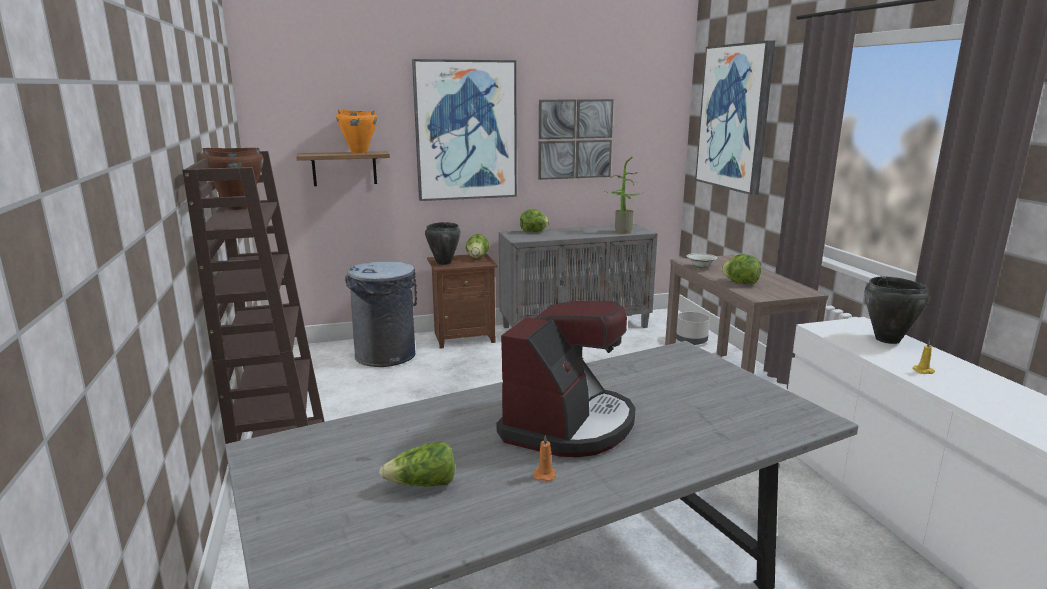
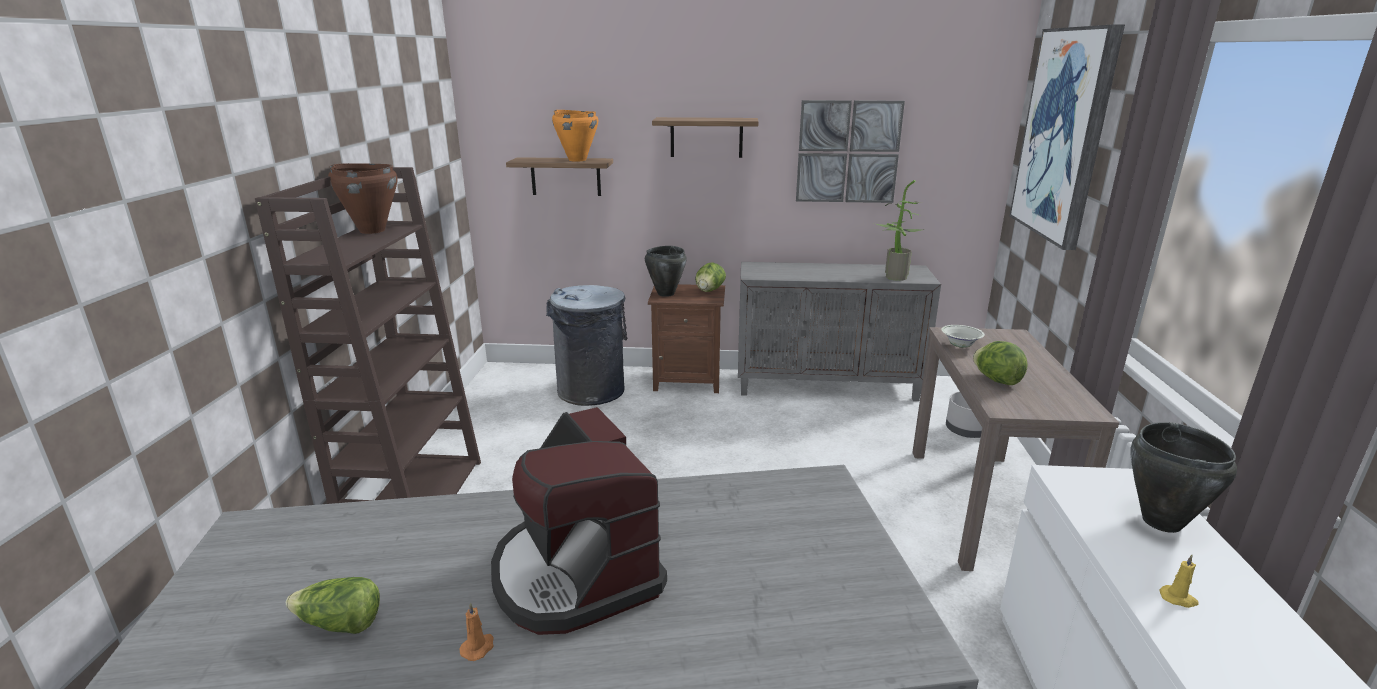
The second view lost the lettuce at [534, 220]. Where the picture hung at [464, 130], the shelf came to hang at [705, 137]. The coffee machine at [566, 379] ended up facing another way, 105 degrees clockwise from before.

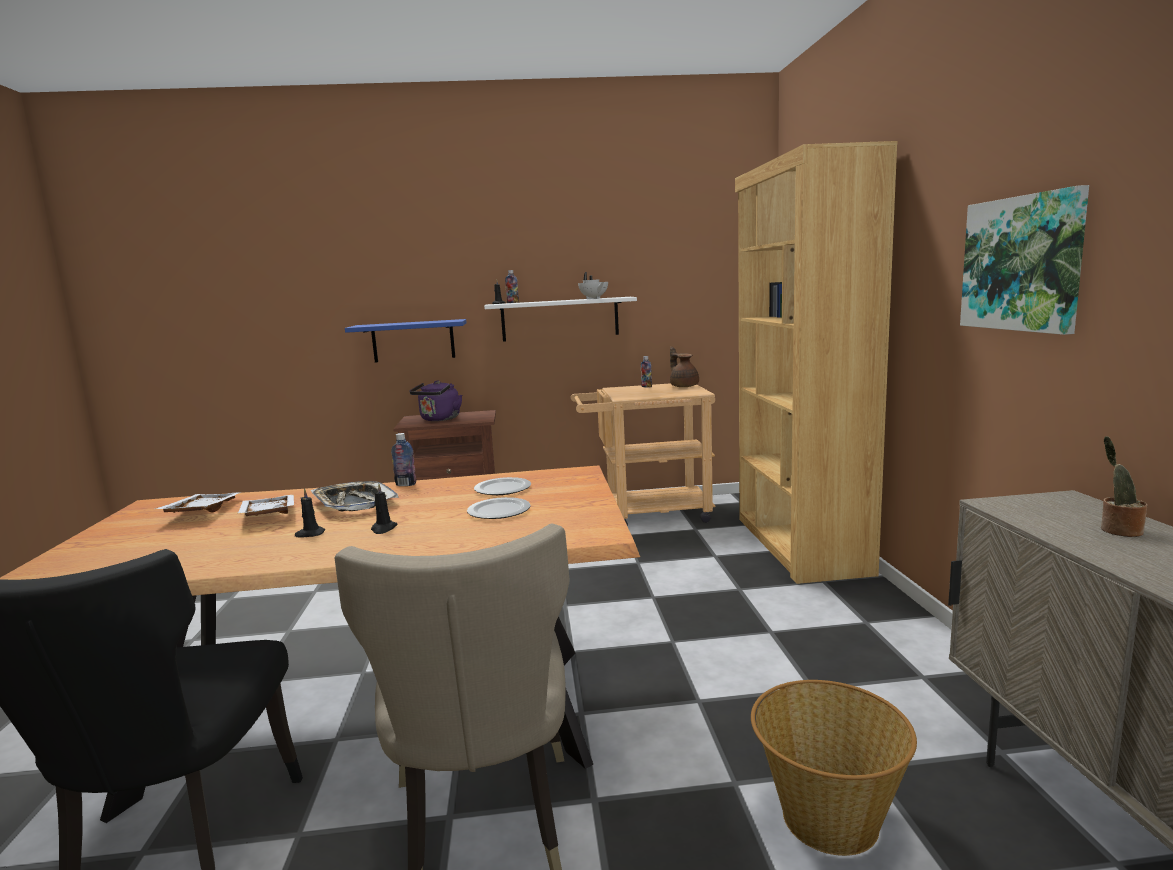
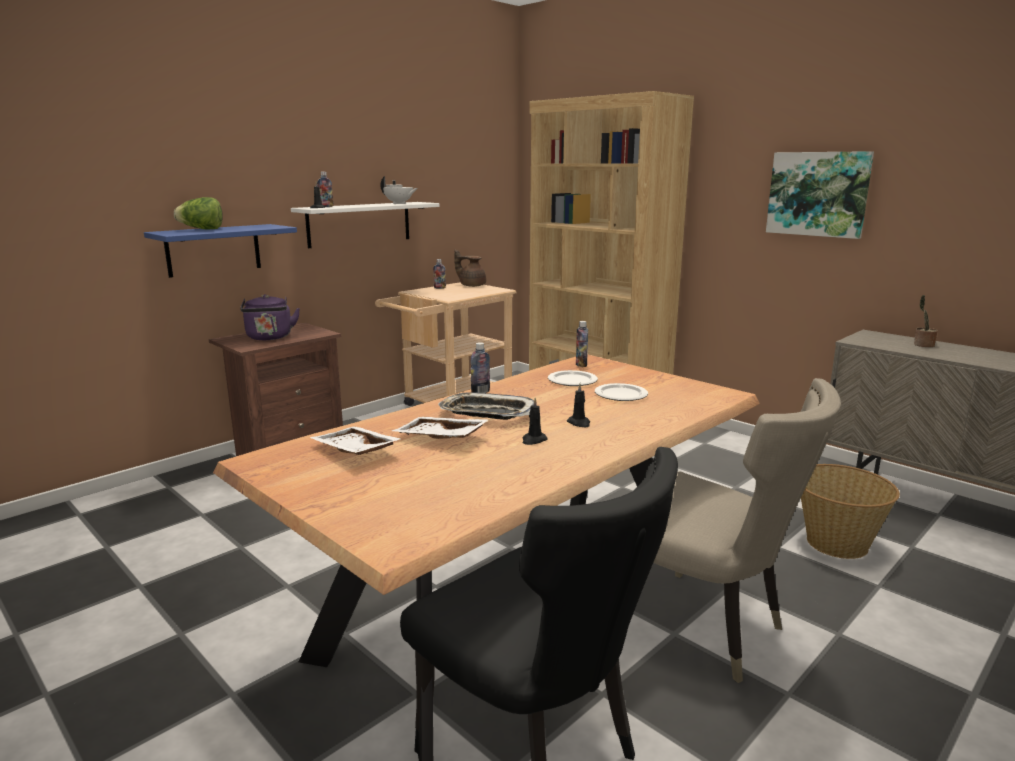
The second view gained the lettuce at [198, 213]. The second view gained the bottle at [582, 344].

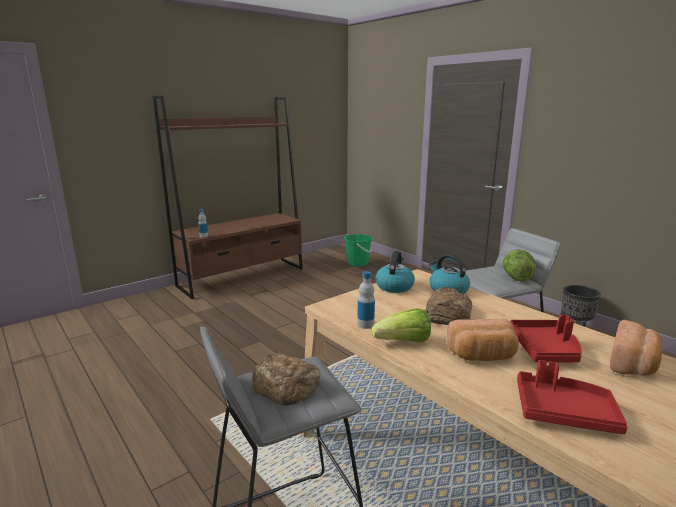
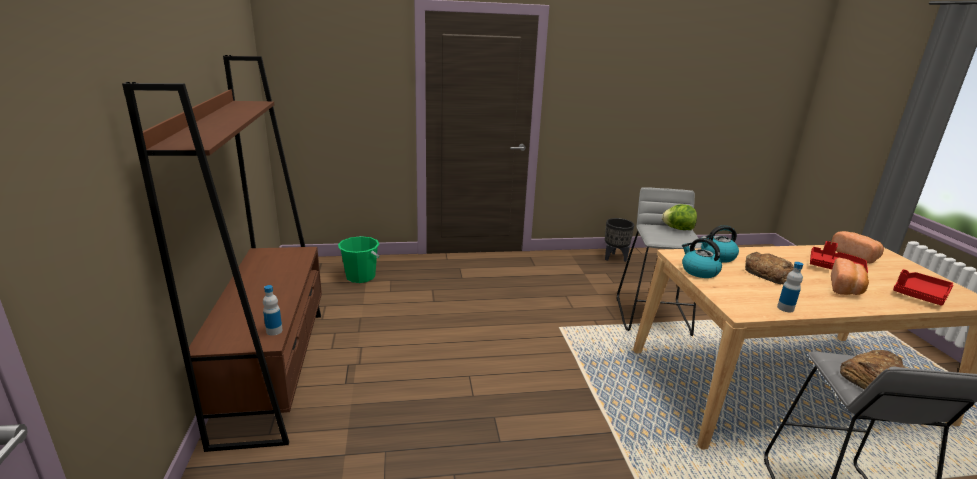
The second view lost the lettuce at [401, 325].

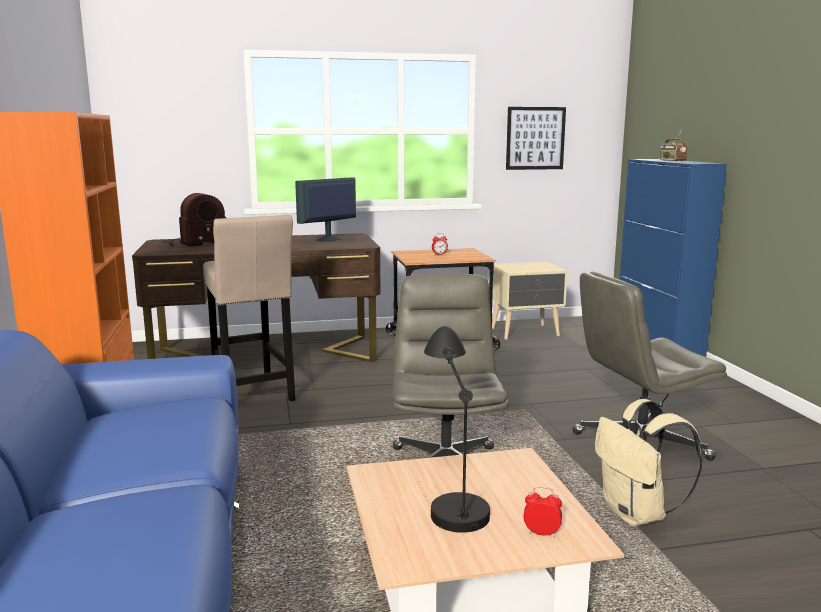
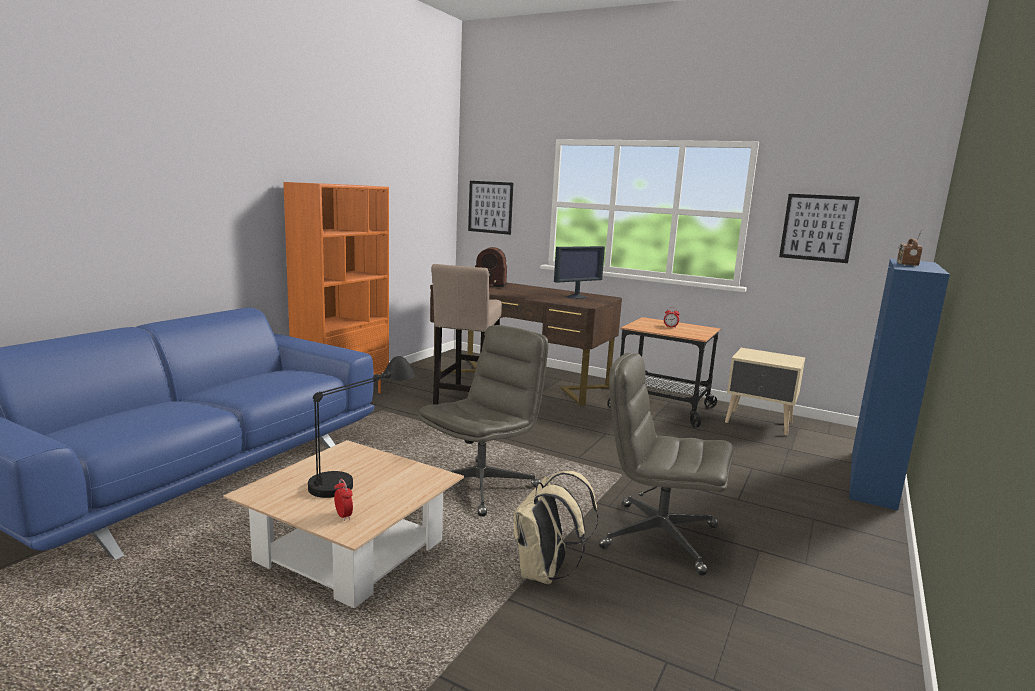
The second view gained the picture at [490, 208]. The monitor at [325, 209] ended up facing another way, 150 degrees clockwise from before.

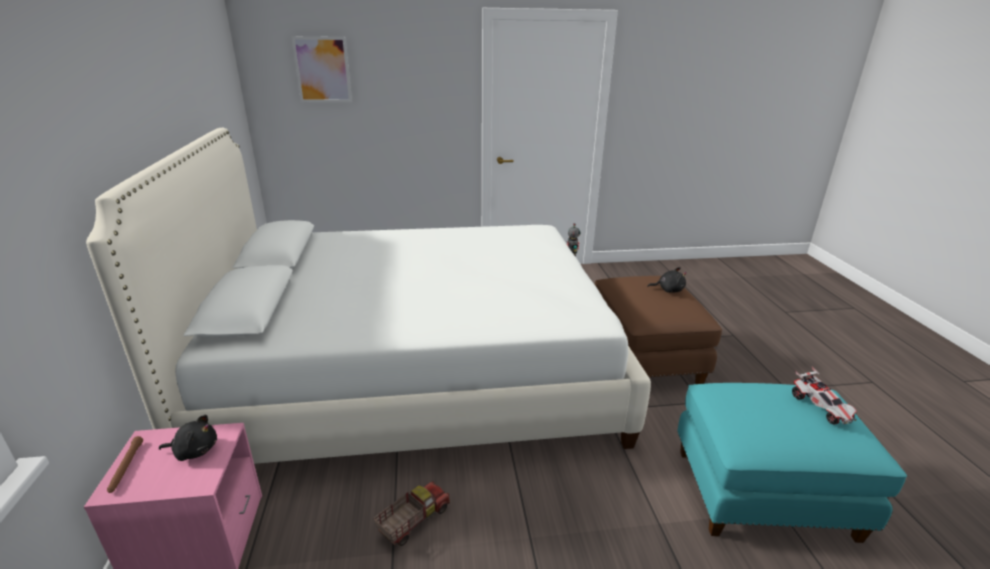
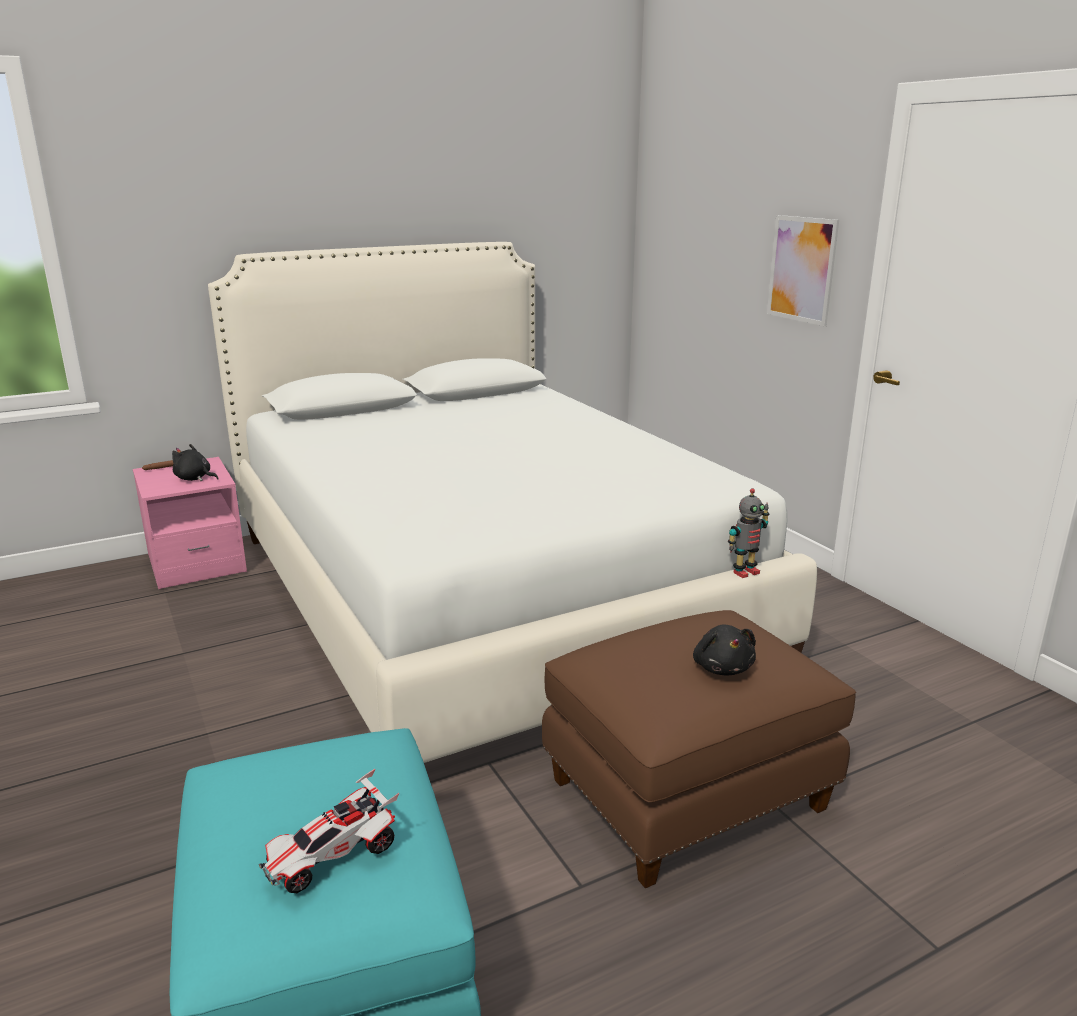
The second view lost the toy truck at [411, 513]. The picture ended up elsewhere, having gone from [321, 69] to [803, 270]. The plush toy (black) at [188, 438] ended up facing another way, 135 degrees clockwise from before.

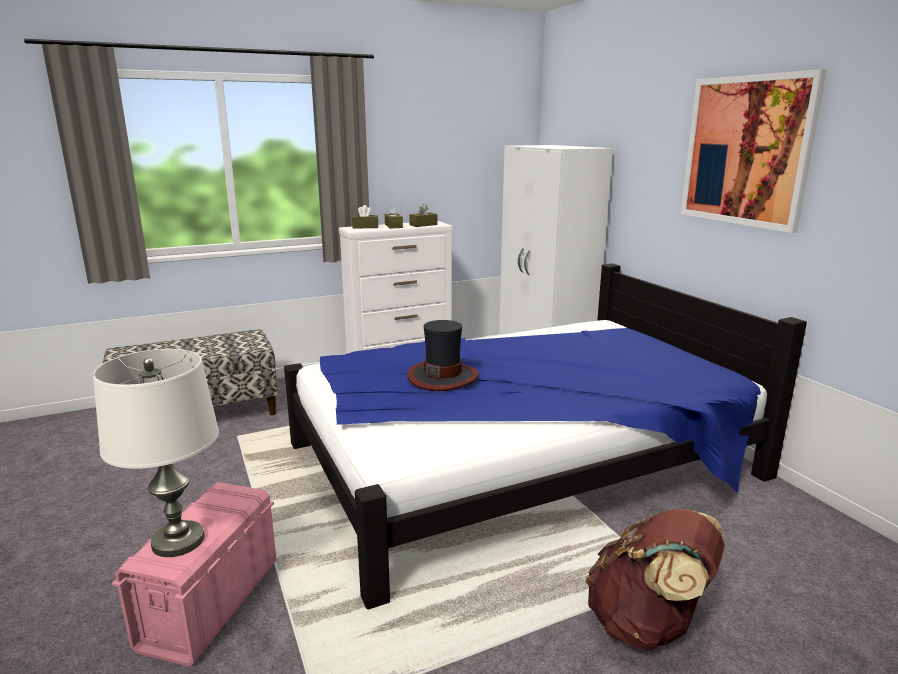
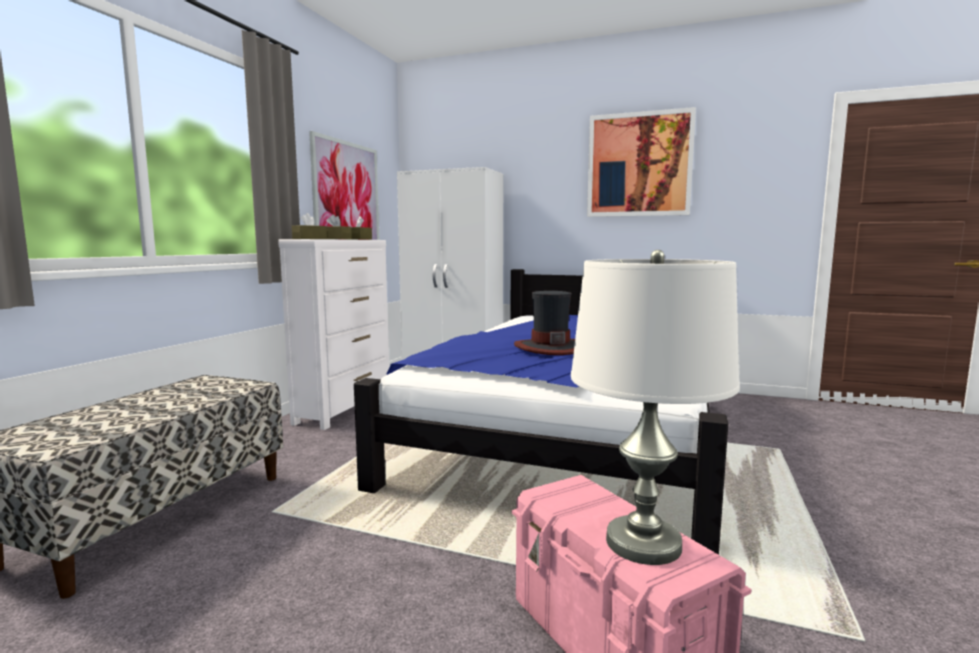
The second view lost the backpack (brown) at [655, 580]. The second view gained the picture at [344, 185].

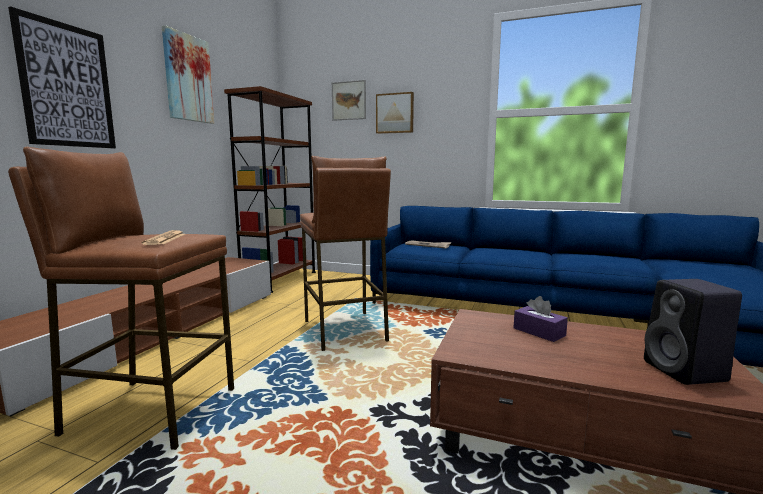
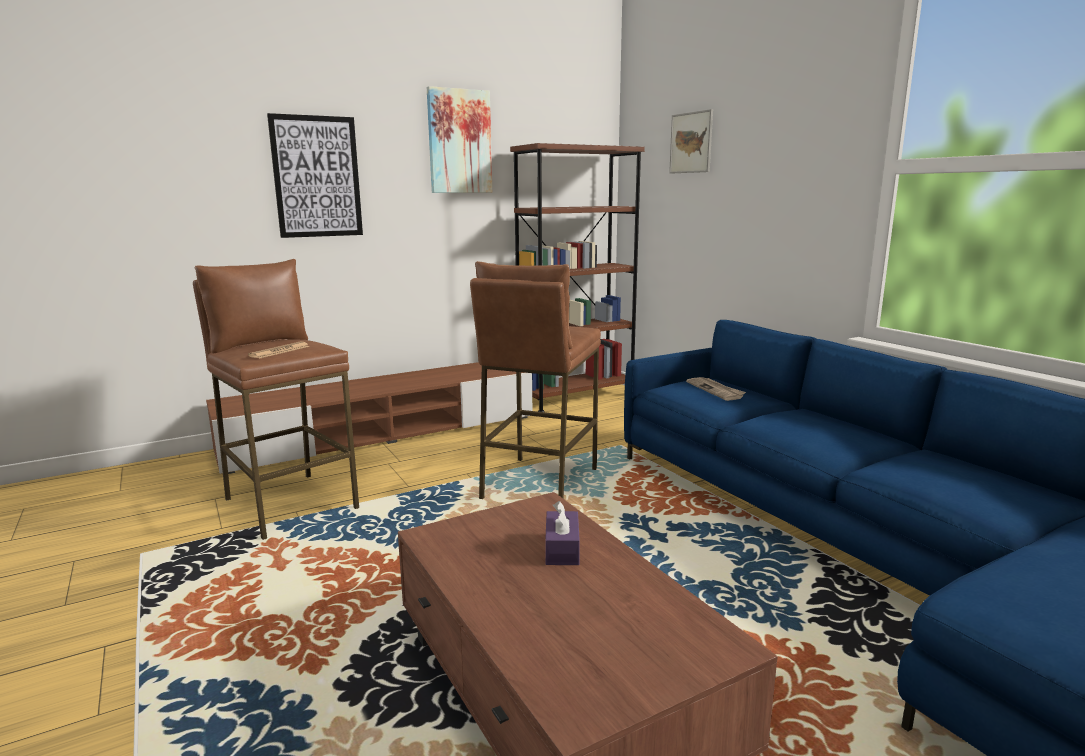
The second view lost the picture at [395, 113]. The second view lost the speaker (black) at [693, 332].

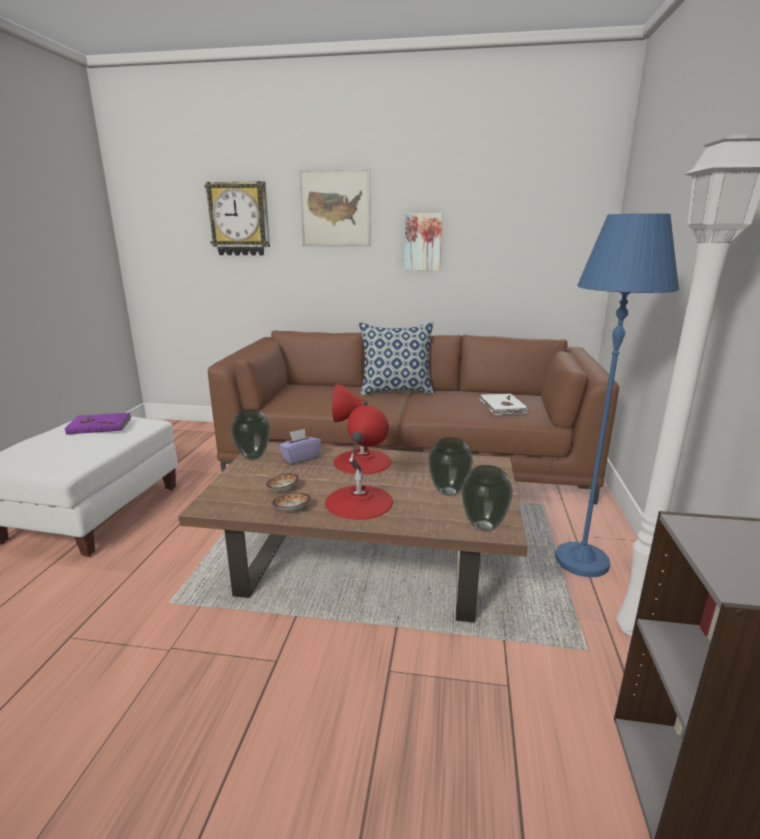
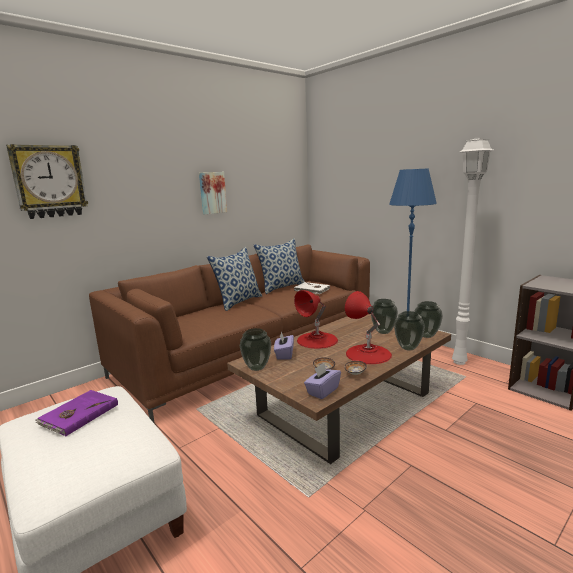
The second view lost the picture at [334, 207]. The second view gained the pillow at [279, 266]. The second view gained the tissue box (purple) at [322, 381]. The second view gained the vase at [409, 331].

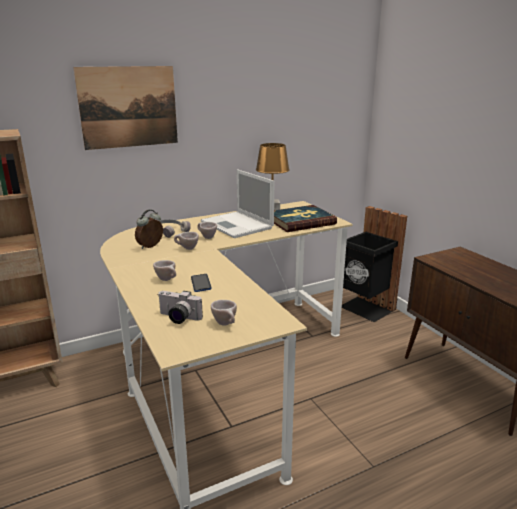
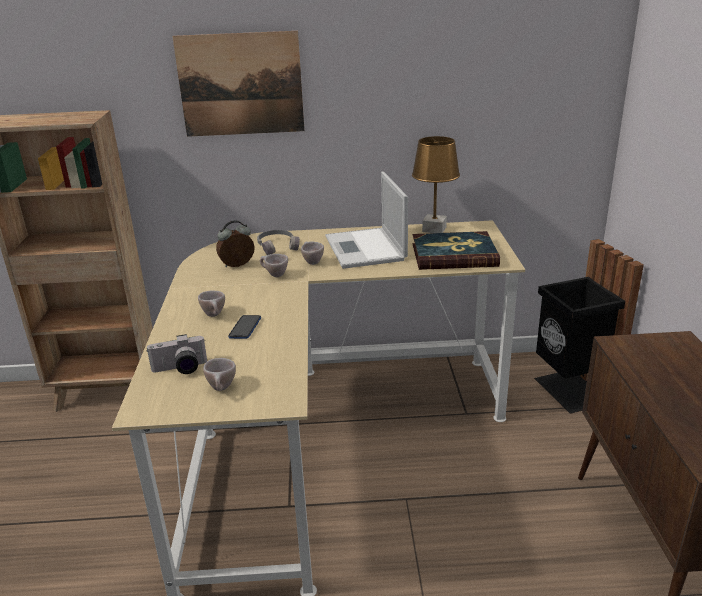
The photo camera at [180, 307] ended up facing another way, 60 degrees counterclockwise from before.

